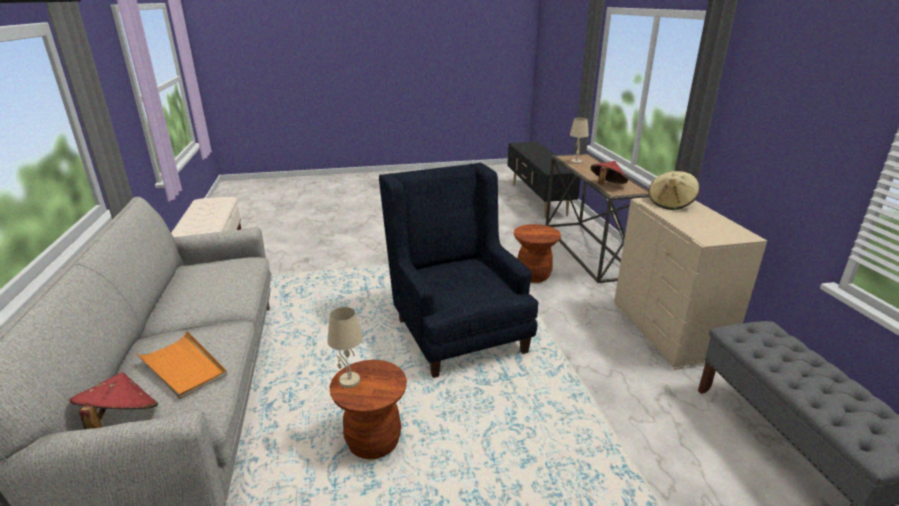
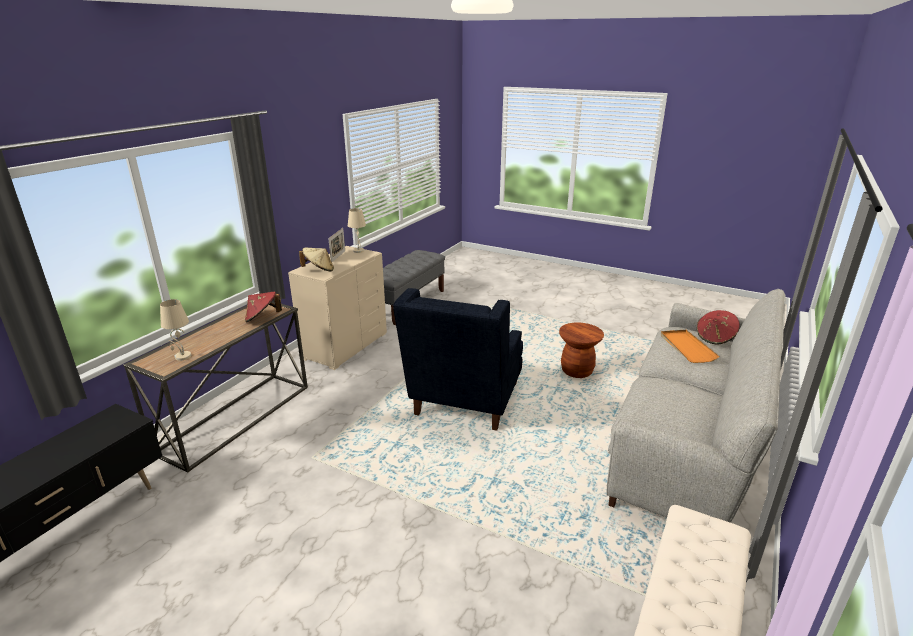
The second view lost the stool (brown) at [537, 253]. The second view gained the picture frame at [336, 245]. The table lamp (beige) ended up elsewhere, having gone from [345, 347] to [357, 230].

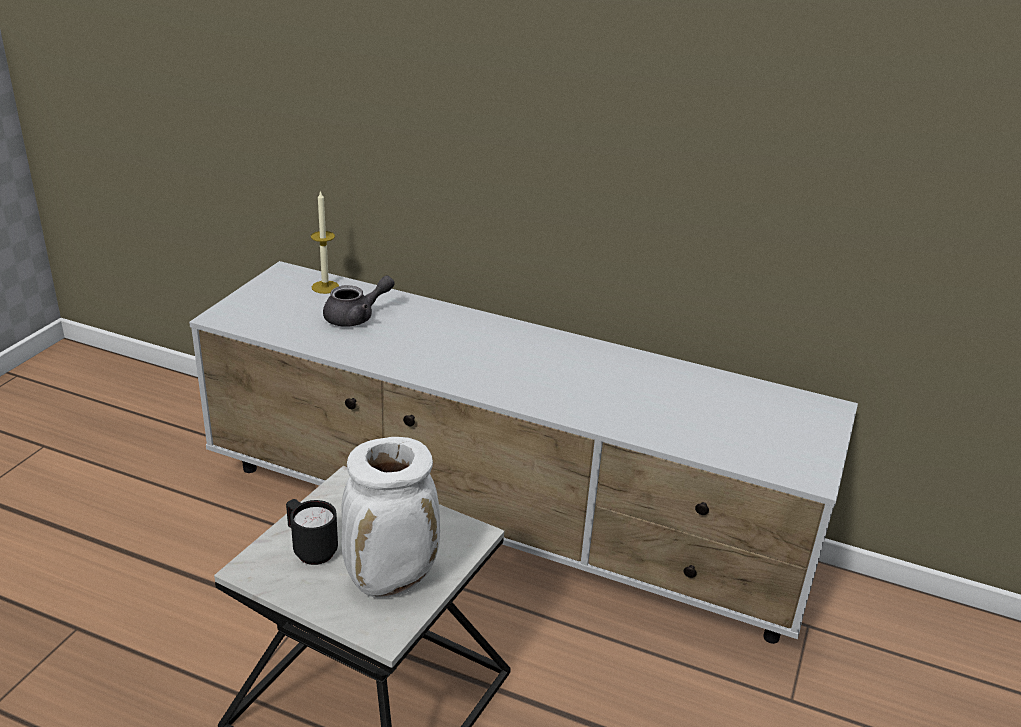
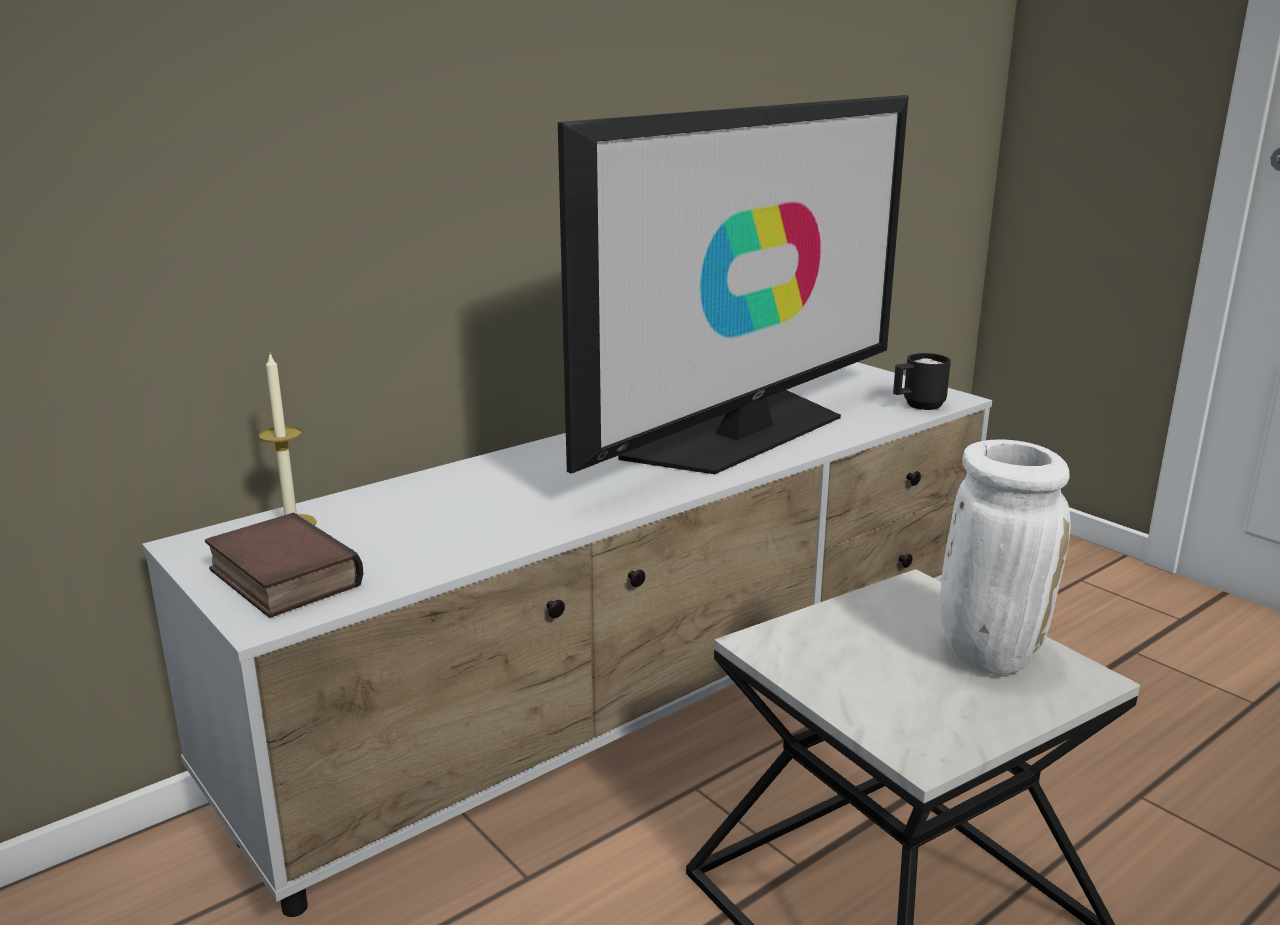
The second view lost the teapot (grey) at [359, 301]. The second view gained the book at [284, 565]. The second view gained the television at [733, 284]. The mug (black) ended up elsewhere, having gone from [312, 532] to [922, 381].

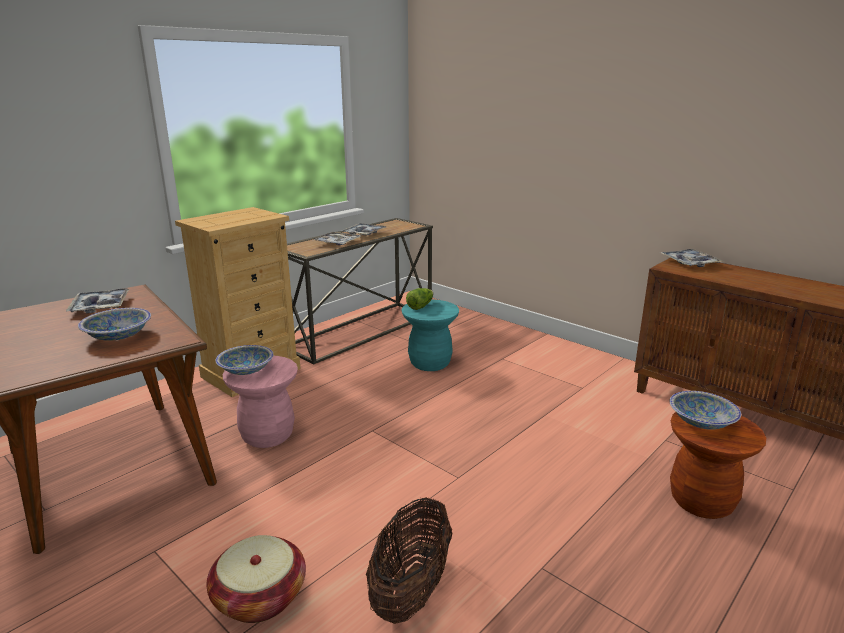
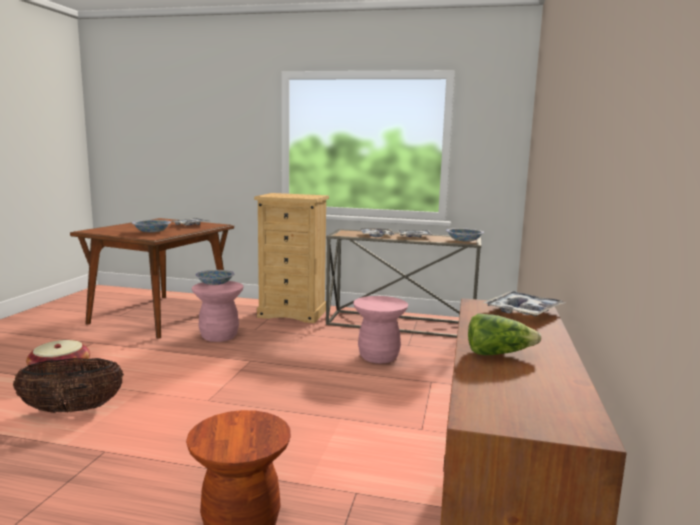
The lettuce ended up elsewhere, having gone from [419, 299] to [504, 334]. The bowl ended up elsewhere, having gone from [705, 410] to [465, 235]. What was the stool (turquoise) at [430, 335] turned into the stool (pink) at [380, 329].

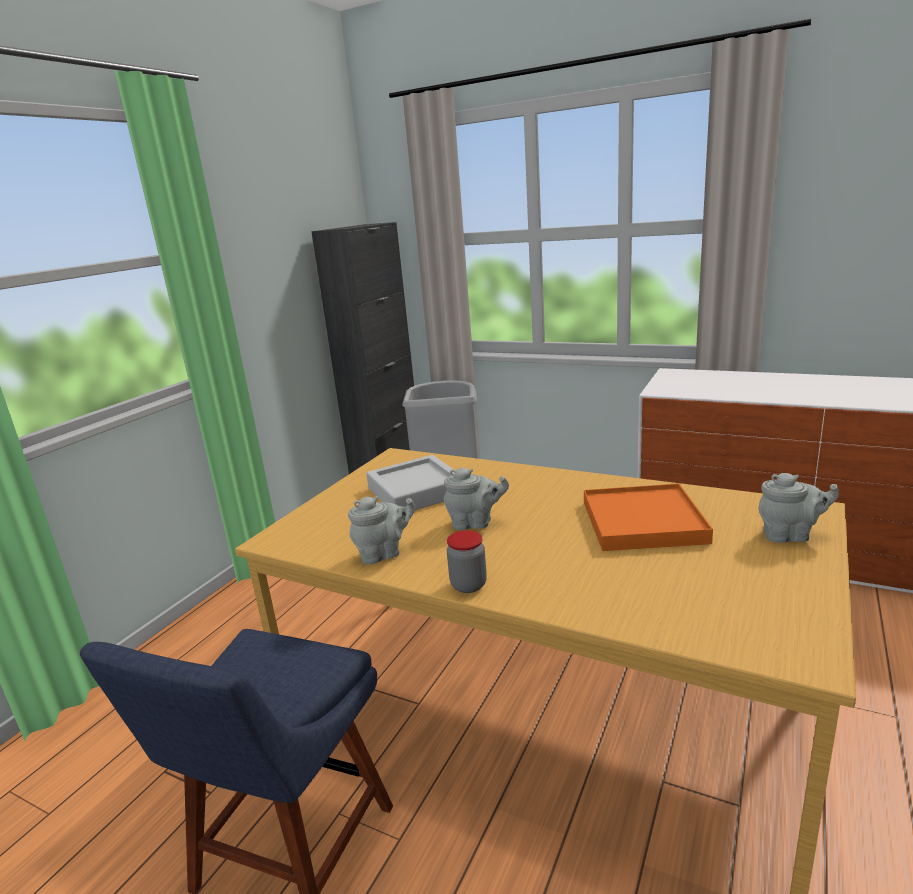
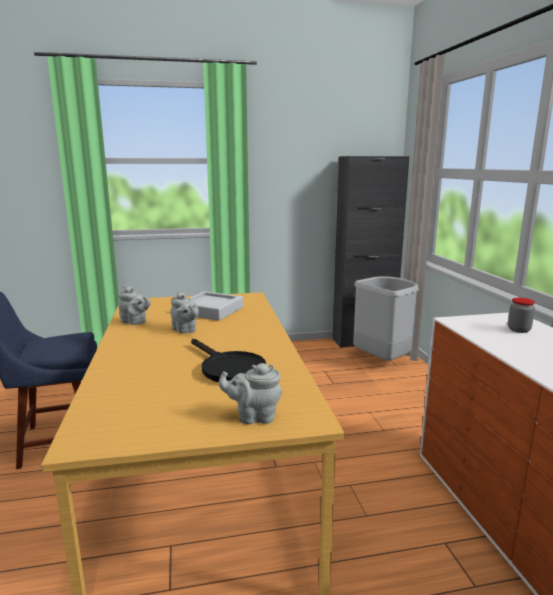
The jar ended up elsewhere, having gone from [467, 561] to [521, 315]. Where the tray (orange) stood at [648, 517], the frying pan (black) came to stand at [228, 360]. The teapot (grey) at [799, 508] ended up facing another way, 120 degrees clockwise from before.

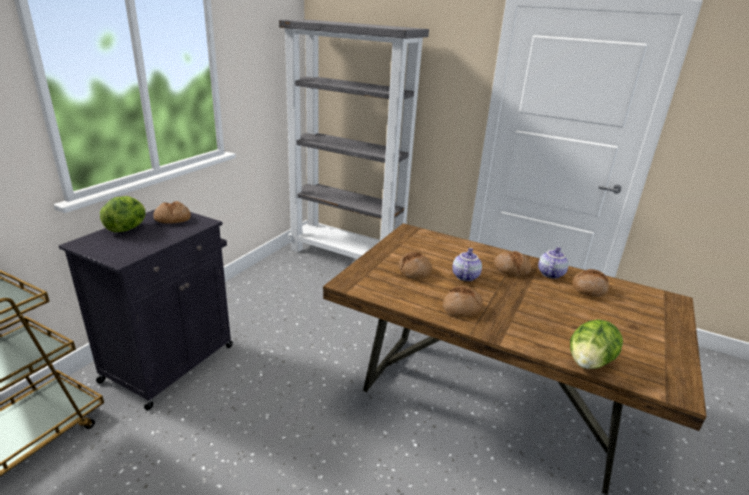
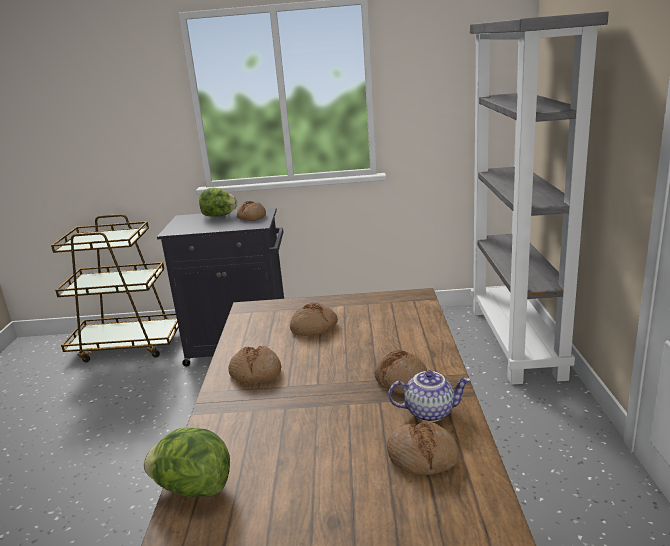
The second view lost the teapot at [467, 264].

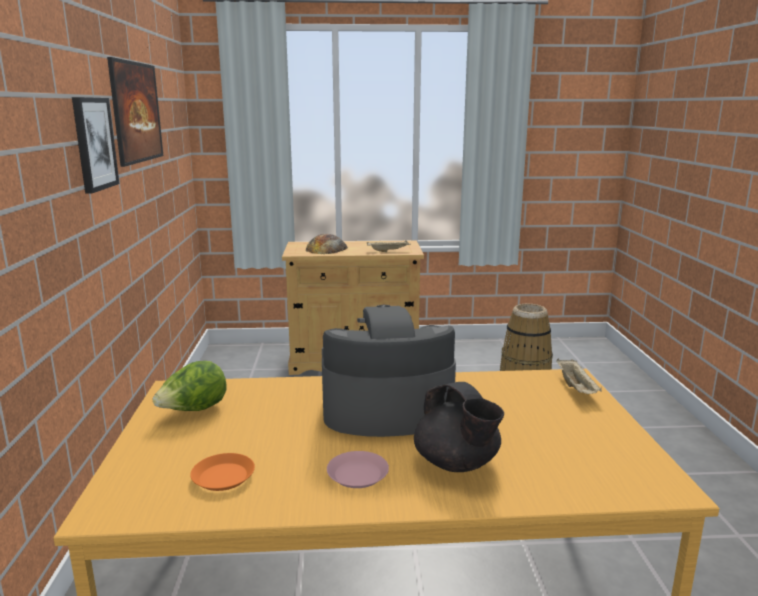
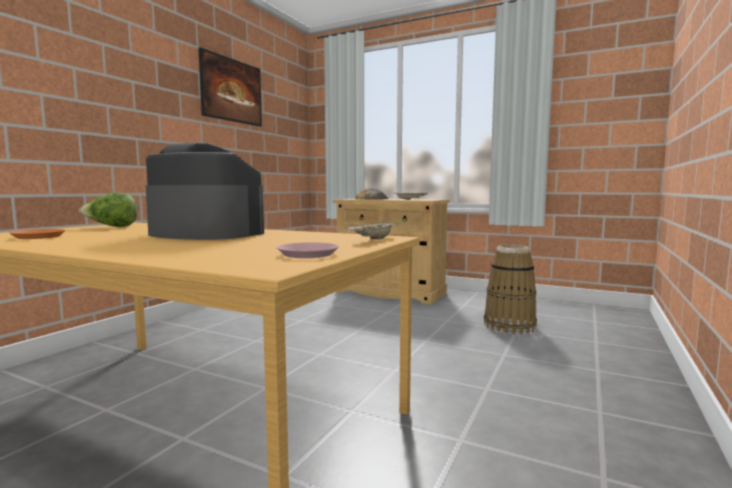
The second view lost the picture at [95, 145]. The second view lost the teapot (black) at [459, 427]. The plate (pink) ended up elsewhere, having gone from [358, 469] to [308, 250].

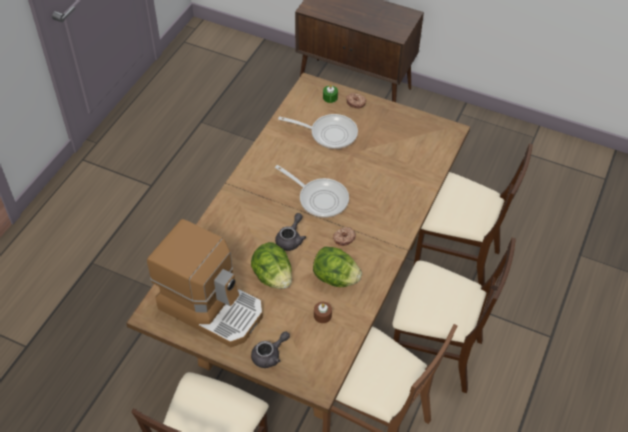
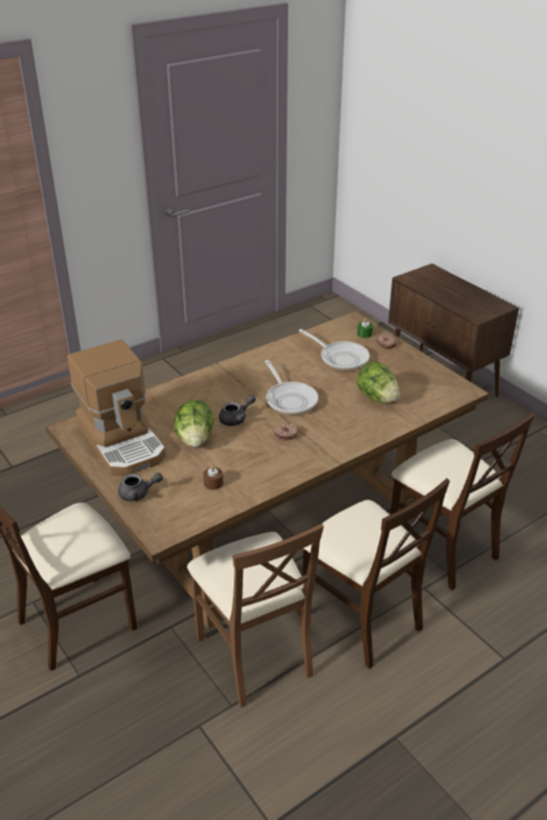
The lettuce ended up elsewhere, having gone from [337, 266] to [378, 382].

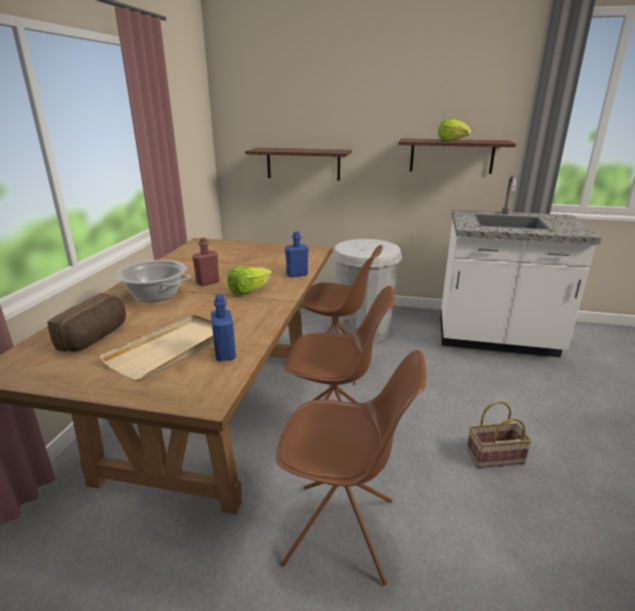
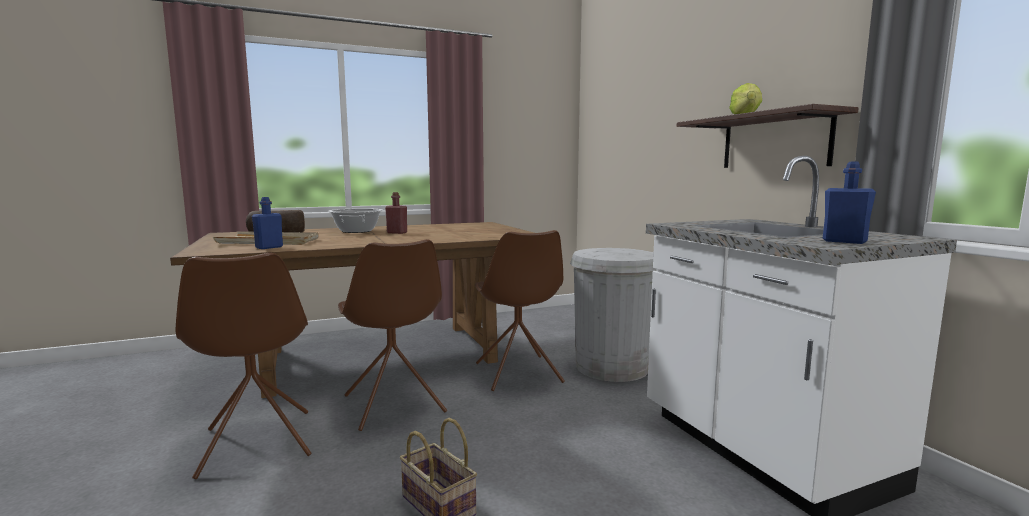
The second view lost the lettuce at [249, 281]. The second view lost the shelf at [298, 164]. The bottle (blue) ended up elsewhere, having gone from [297, 254] to [849, 203].

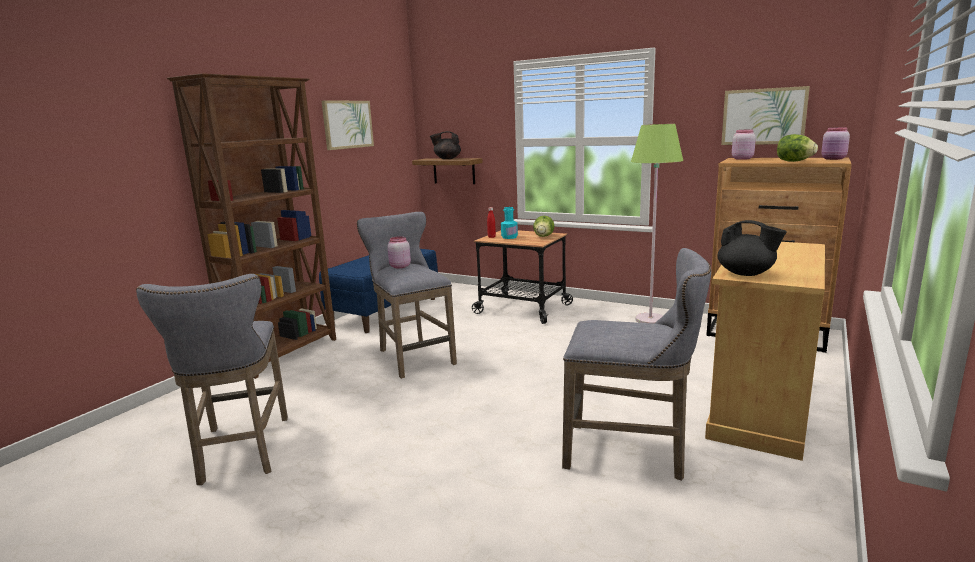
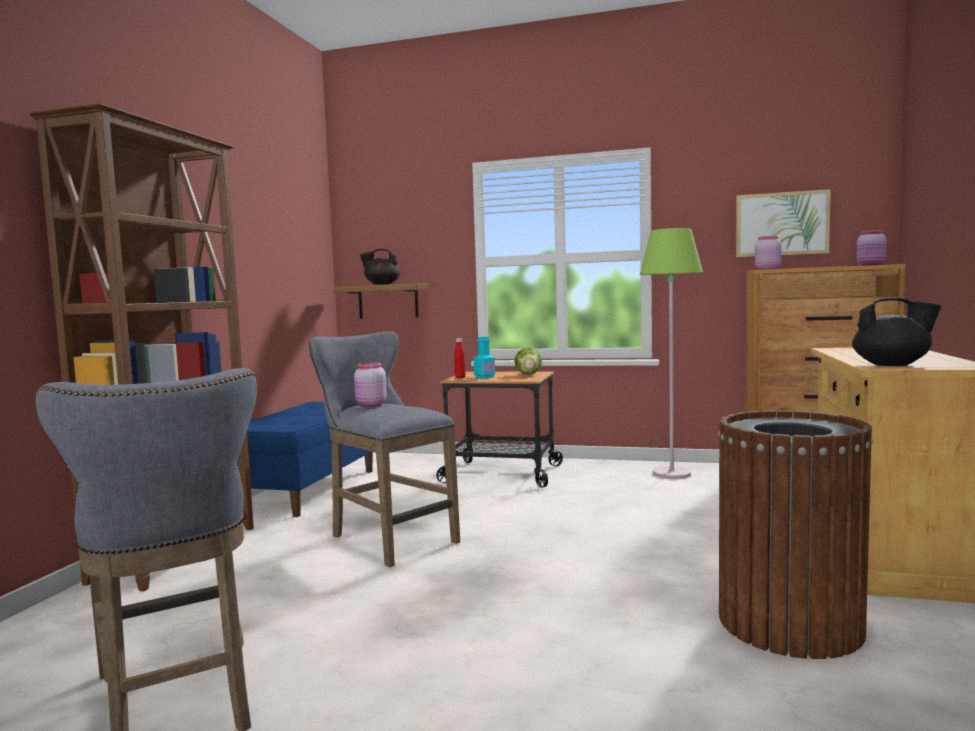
The second view lost the picture at [348, 125]. The second view lost the lettuce at [797, 148]. Where the stool (grey) stood at [636, 364], the trash can (brown) came to stand at [795, 534].

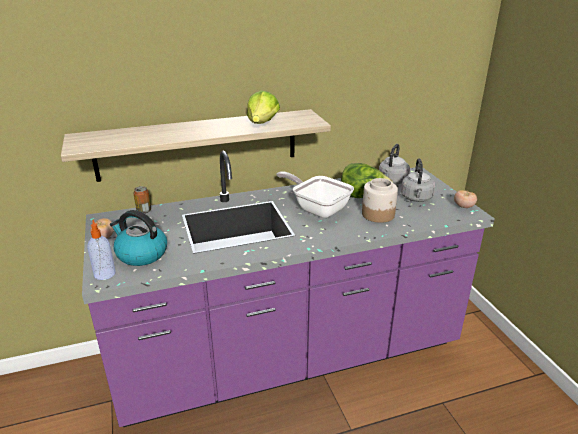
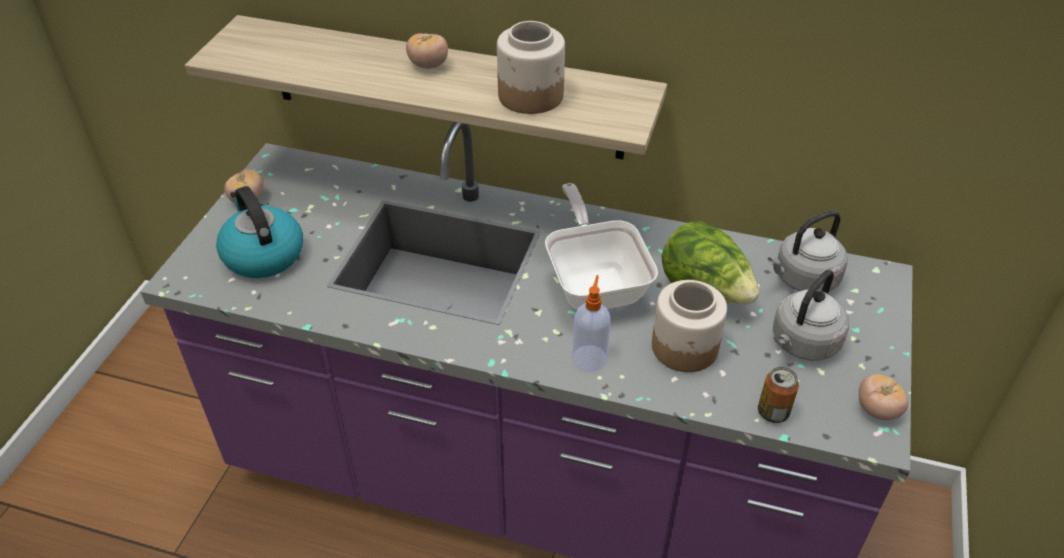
The second view gained the tomato at [427, 51]. The soap dispenser ended up elsewhere, having gone from [101, 249] to [591, 323]. The can ended up elsewhere, having gone from [142, 200] to [778, 395]. Where the lettuce stood at [263, 107], the jar came to stand at [531, 67].

